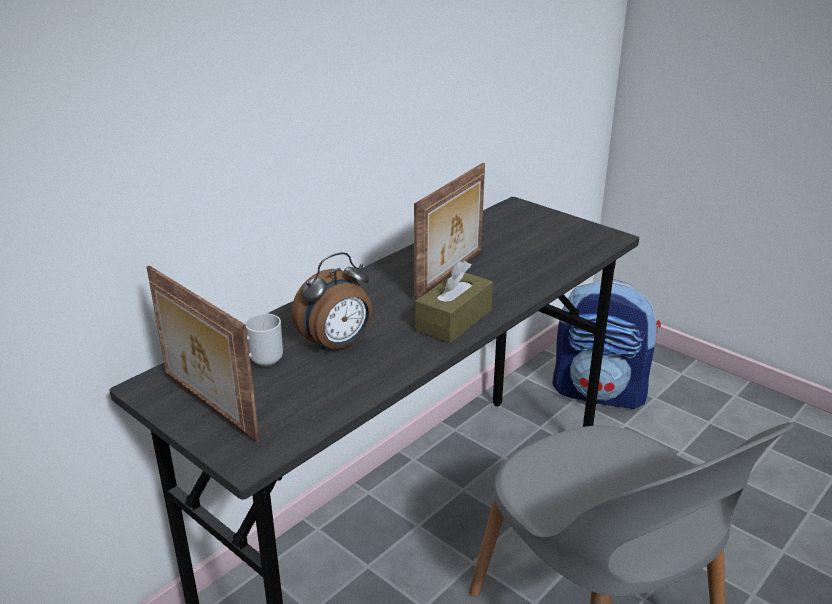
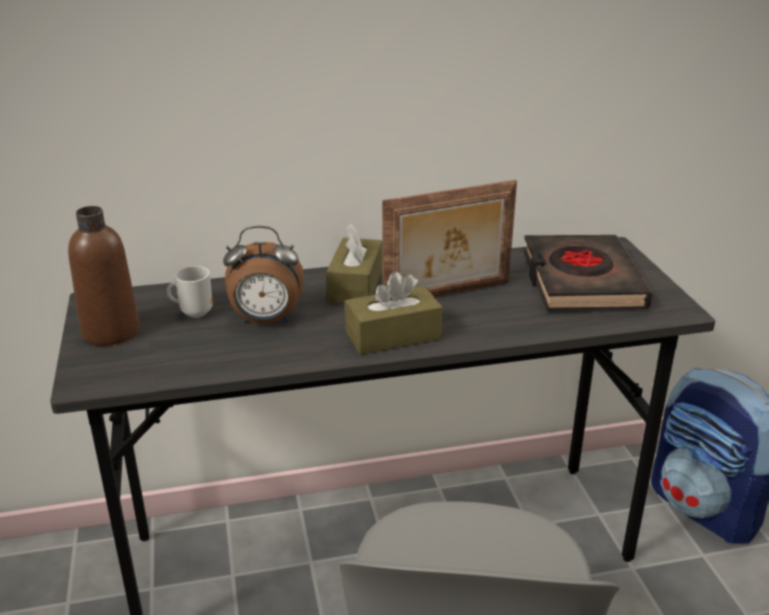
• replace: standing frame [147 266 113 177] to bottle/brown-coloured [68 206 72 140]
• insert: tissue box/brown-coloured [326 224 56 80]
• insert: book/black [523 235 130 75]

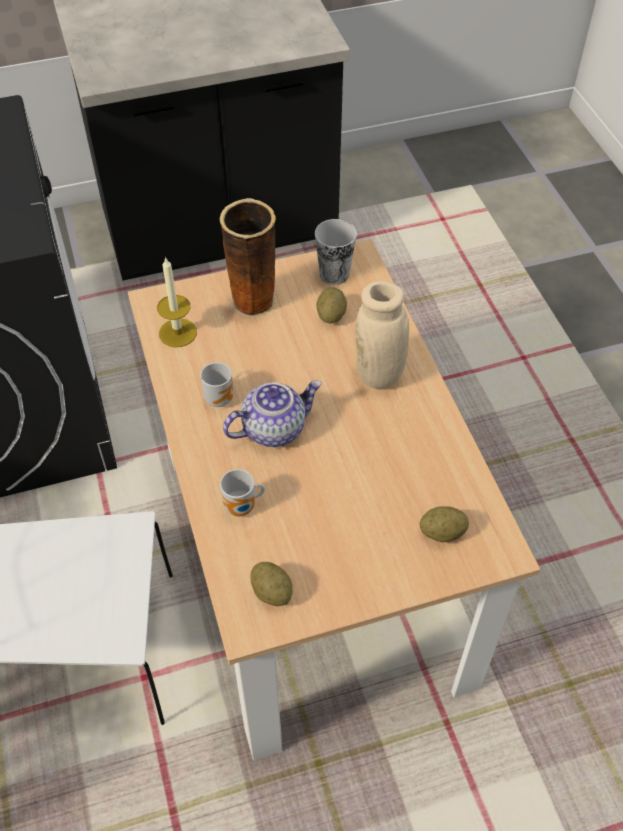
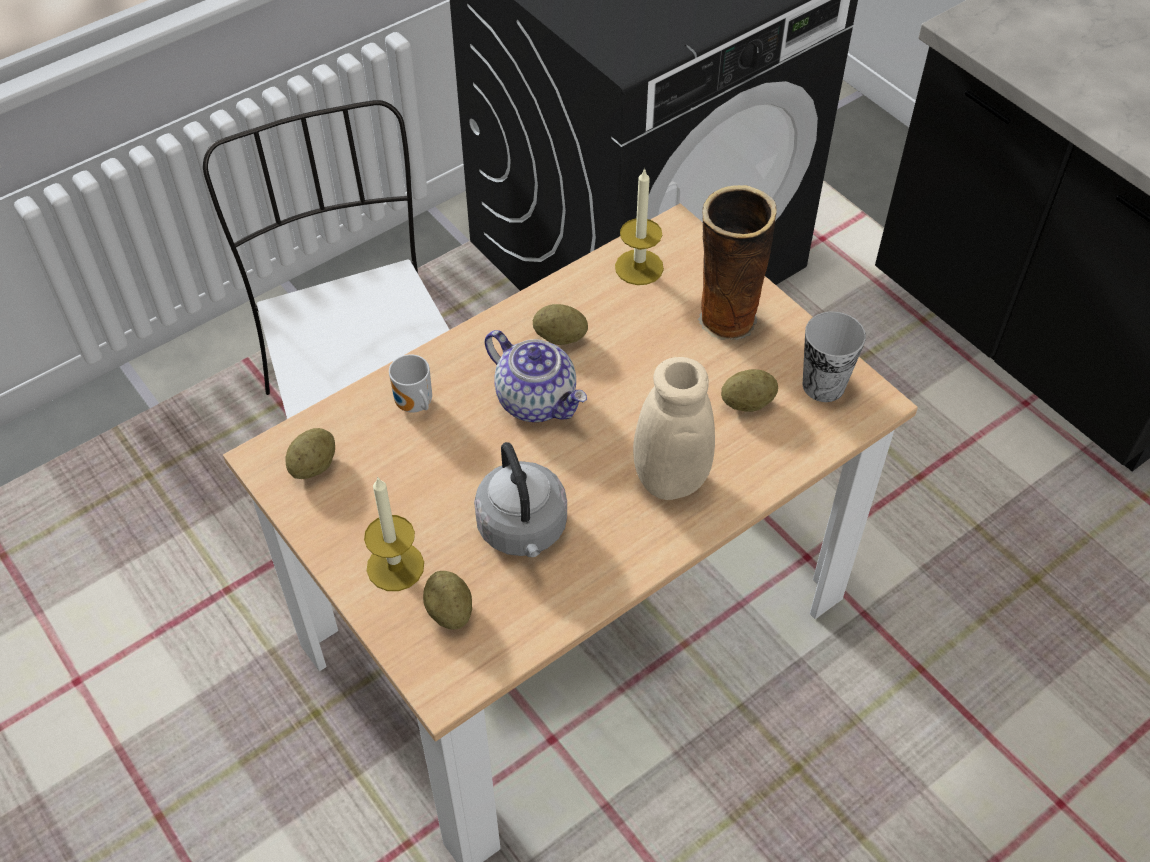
• replace: tea mug [200 362 33 45] to whole potato [533 304 55 41]
• insert: wax light [364 476 60 115]
• insert: water kettle/greyish [474 442 93 115]

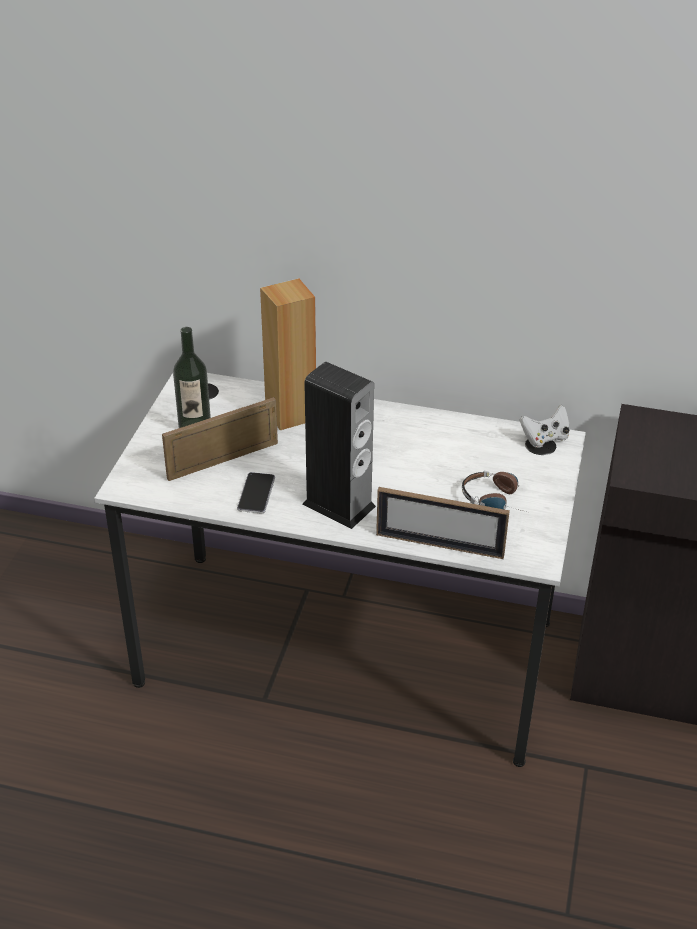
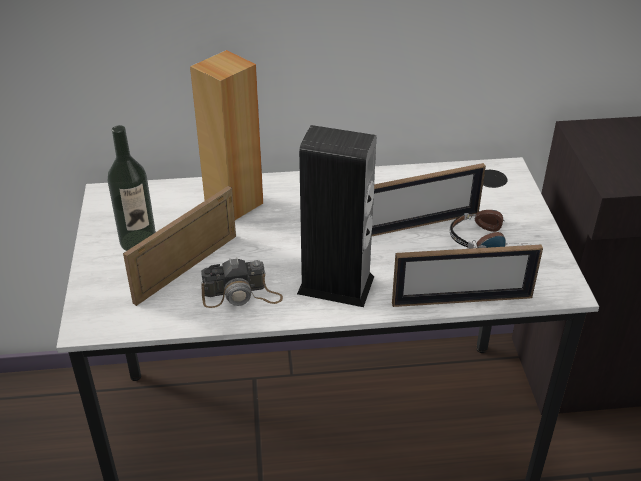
• replace: phone [237 472 38 42] to photo camera [201 257 82 51]
• delete: game controller/whitish [519 405 50 43]
• insert: standing frame [372 163 114 73]

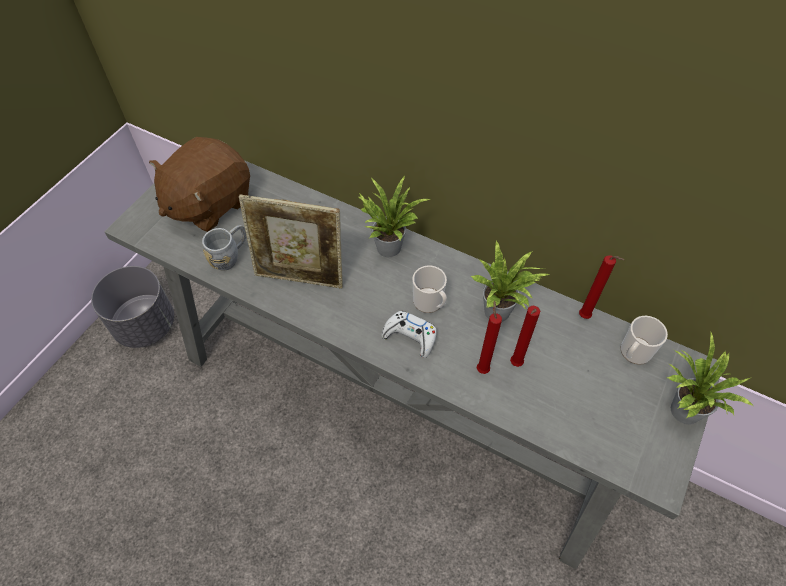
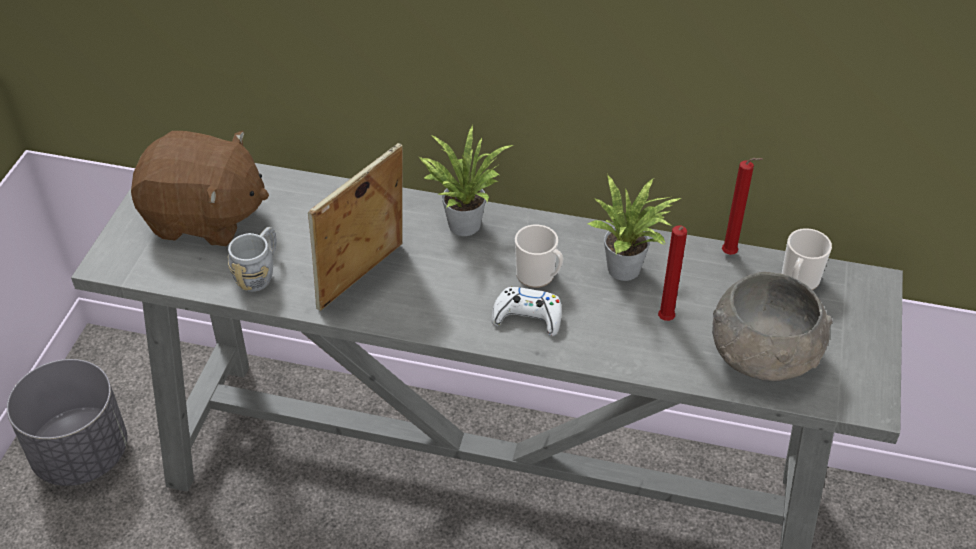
• rotate: soft toy/brown-coloured [149 137 101 95] = [131 130 138 116] 105 degrees counterclockwise
• rotate: standing frame [239 194 104 94] = [308 143 95 168] 135 degrees clockwise
• delete: wax light/red [477 300 25 74]
• delete: plant in a pot [667 333 86 91]
• insert: serving bowl/greyish [712 272 121 110]

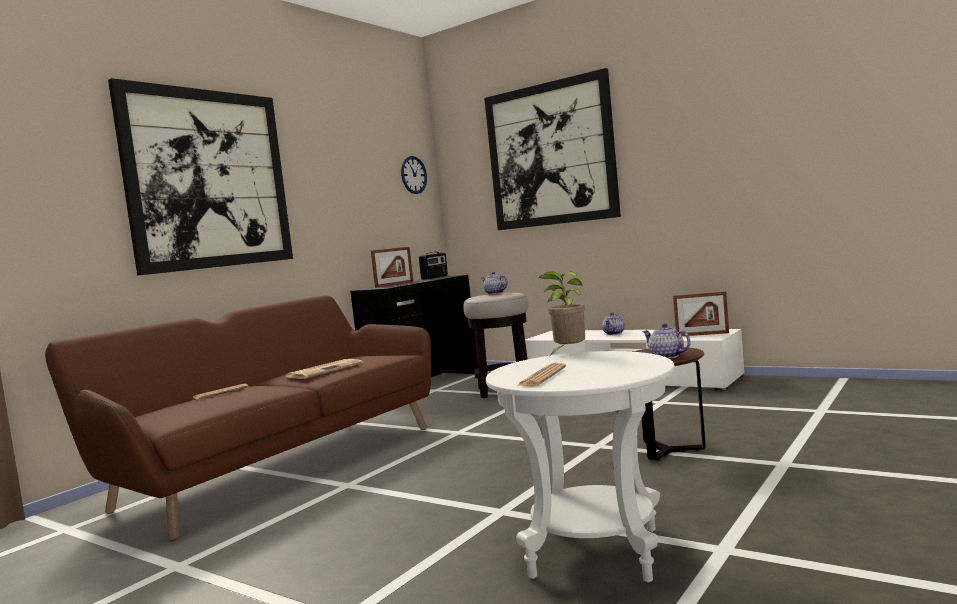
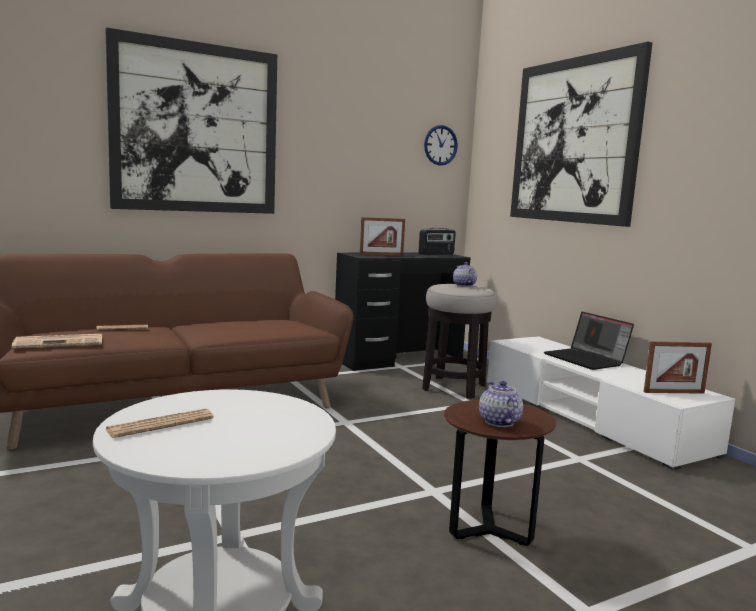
• move: printed paper [286 359 77 20] to [12 334 90 15]
• delete: plant in a pot [538 271 47 85]
• replace: pot for tea [602 312 23 23] to notebook computer [544 312 90 58]
• rotate: standing frame [673 291 56 45] = [644 341 68 53] 45 degrees counterclockwise

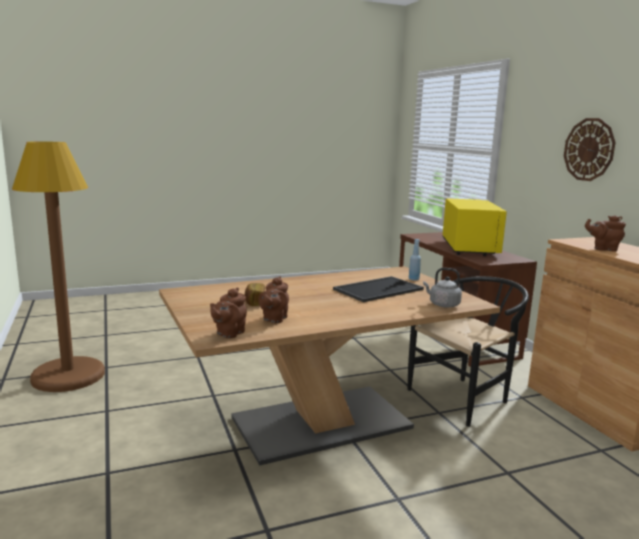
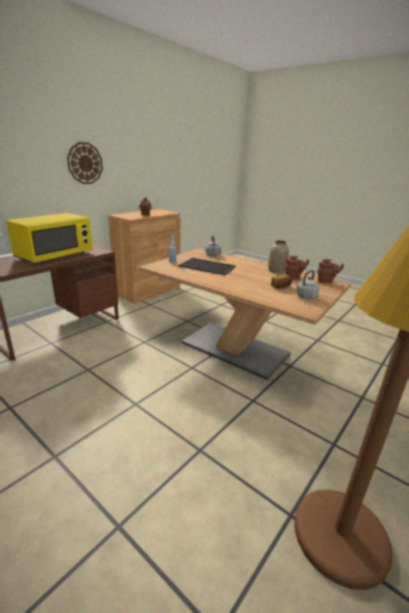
• delete: chair/black [407 276 122 151]
• rotate: kitchen microwave/yellowish [442 198 65 58] = [6 213 87 50] 150 degrees clockwise
• insert: flower vase [268 240 21 34]
• insert: water kettle/greyish [296 270 23 29]

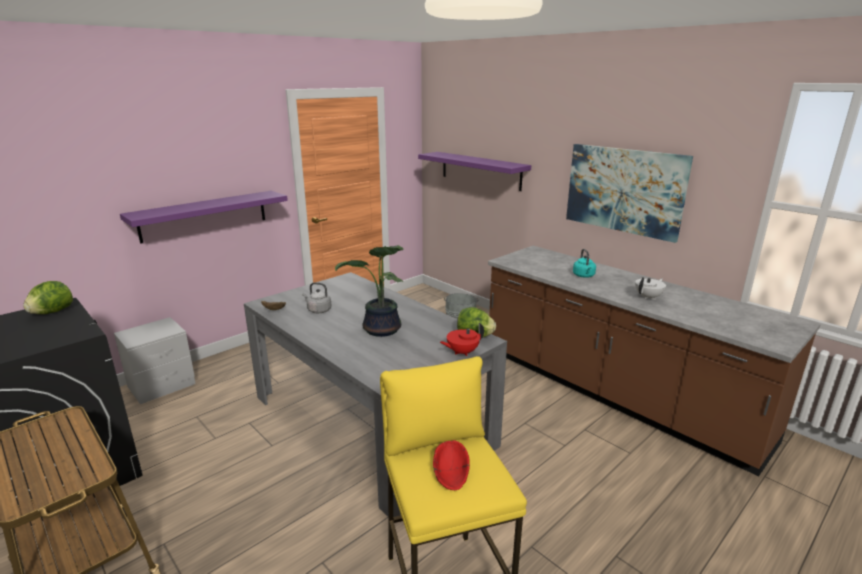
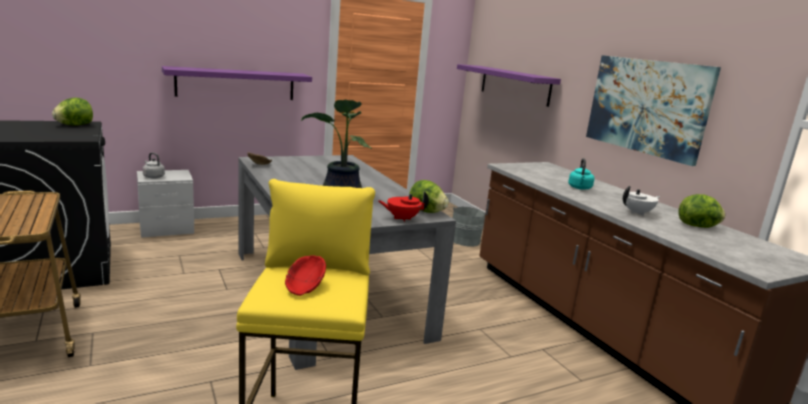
• move: water kettle/greyish [302 282 29 31] to [143 152 22 27]
• insert: lettuce [678 194 47 34]

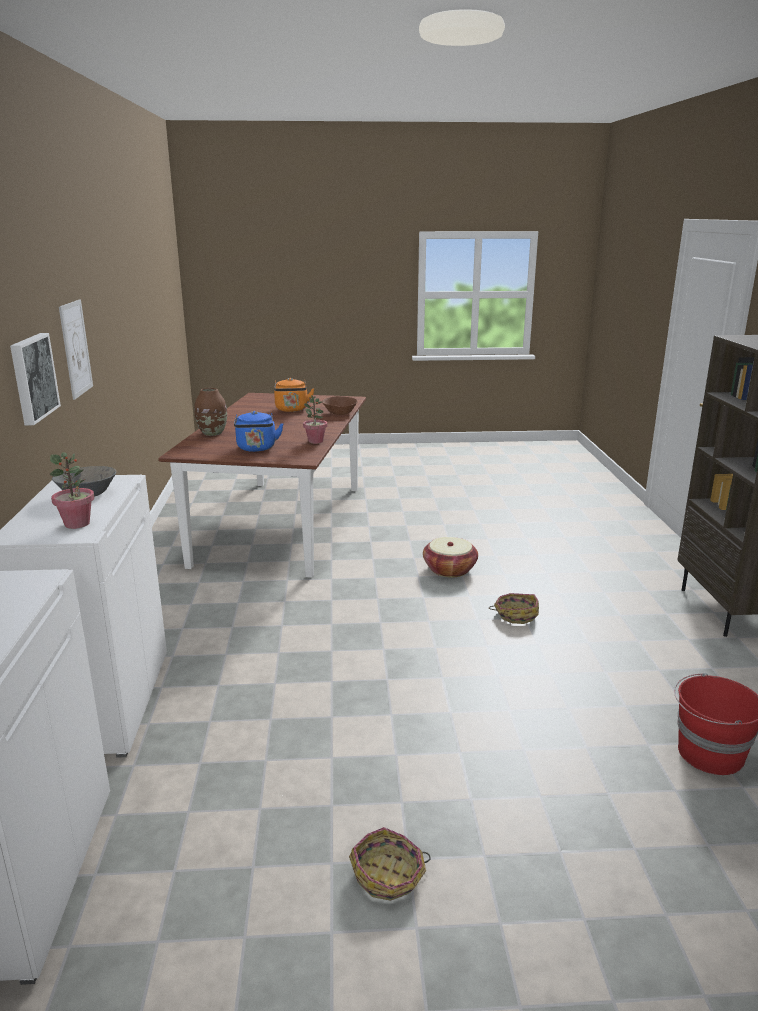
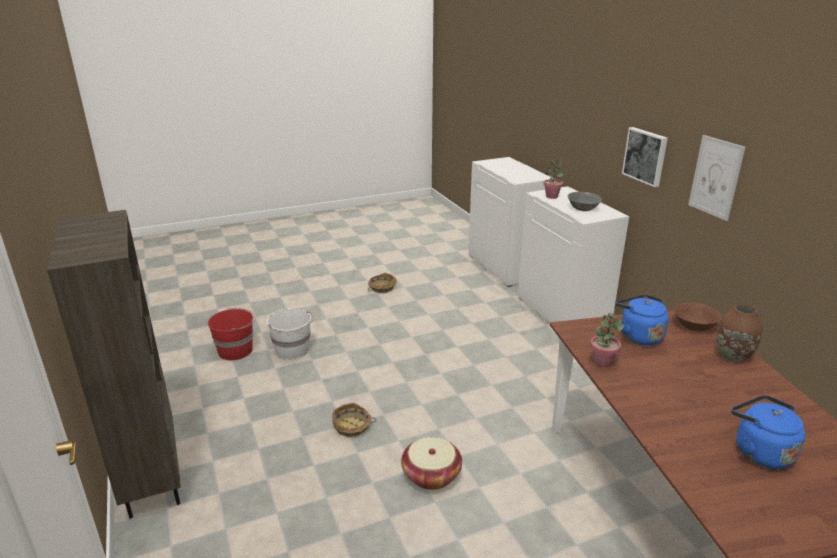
• recolor: water kettle/orange-coloured [274 378 40 34] to water kettle/blue [731 395 74 74]
• move: serving bowl/brown-coloured [322 396 36 19] to [674 303 48 28]
• insert: pail/whitish [267 308 46 52]

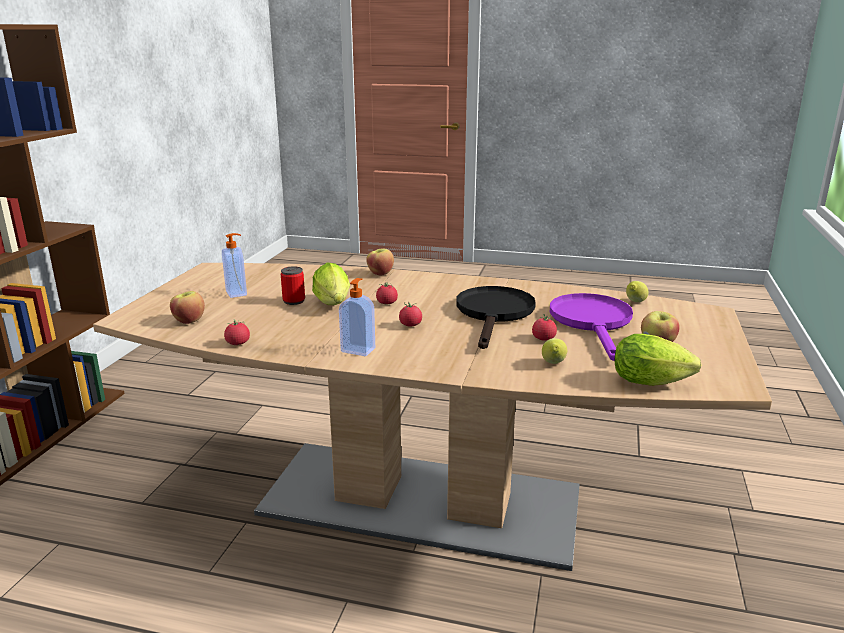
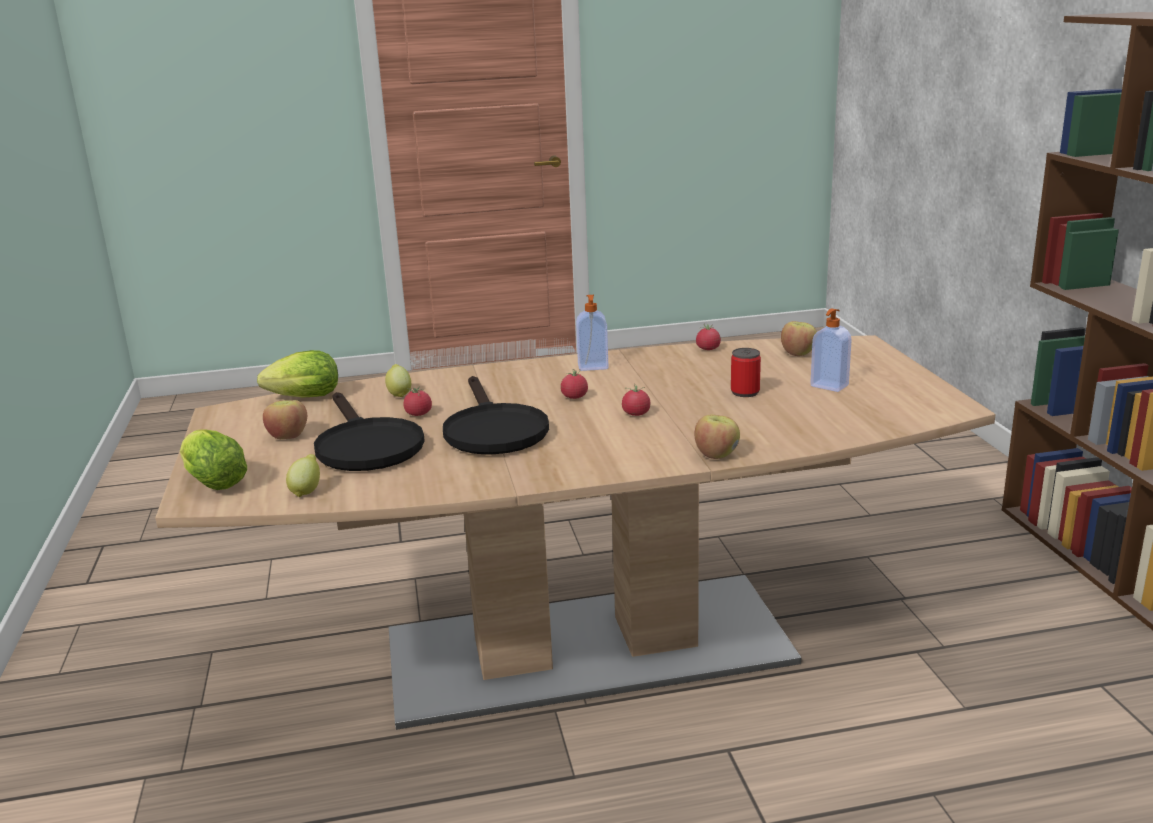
• move: lettuce [312 262 38 43] to [180 429 67 61]
• recolor: frying pan/purple [550 293 83 68] to frying pan/black [314 392 111 79]

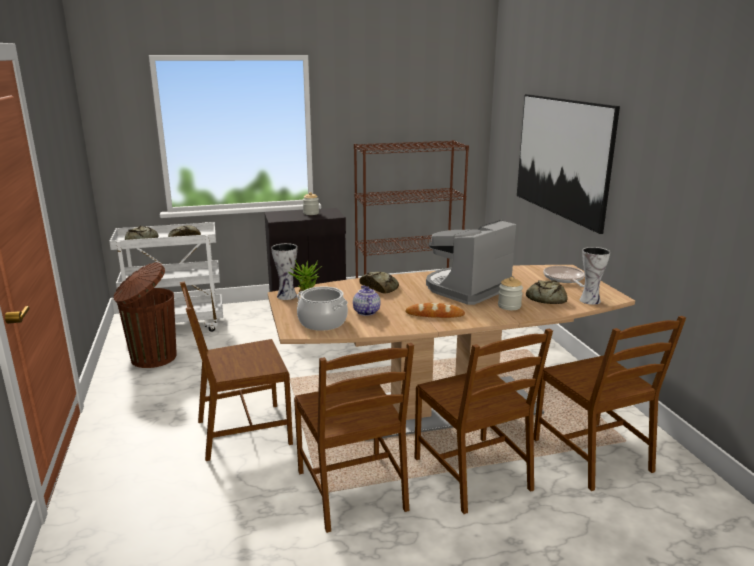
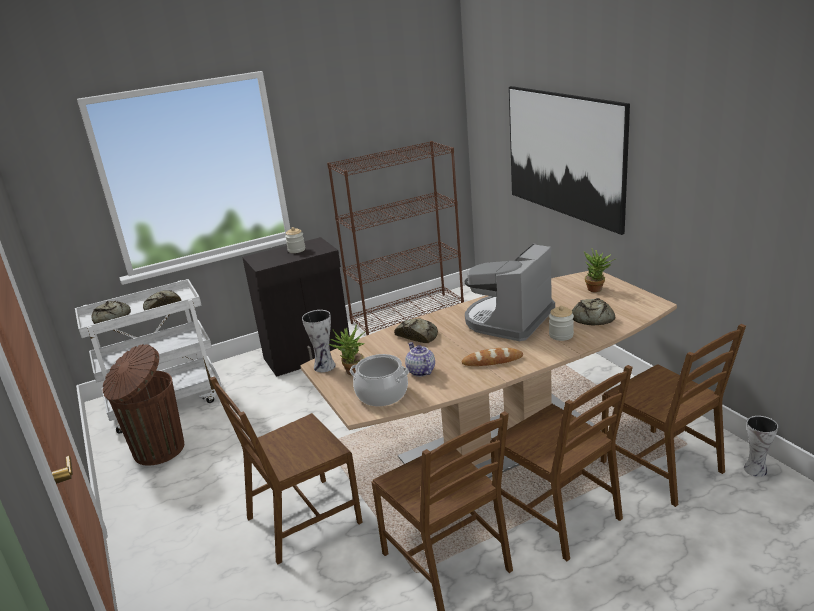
• replace: frying pan [543 266 42 21] to plant in a pot [584 248 33 44]
• move: flower vase [580 247 30 58] to [744 416 34 61]

